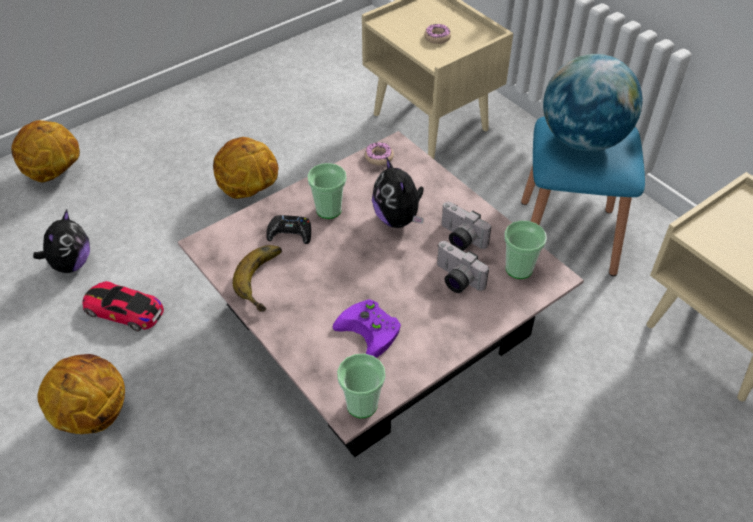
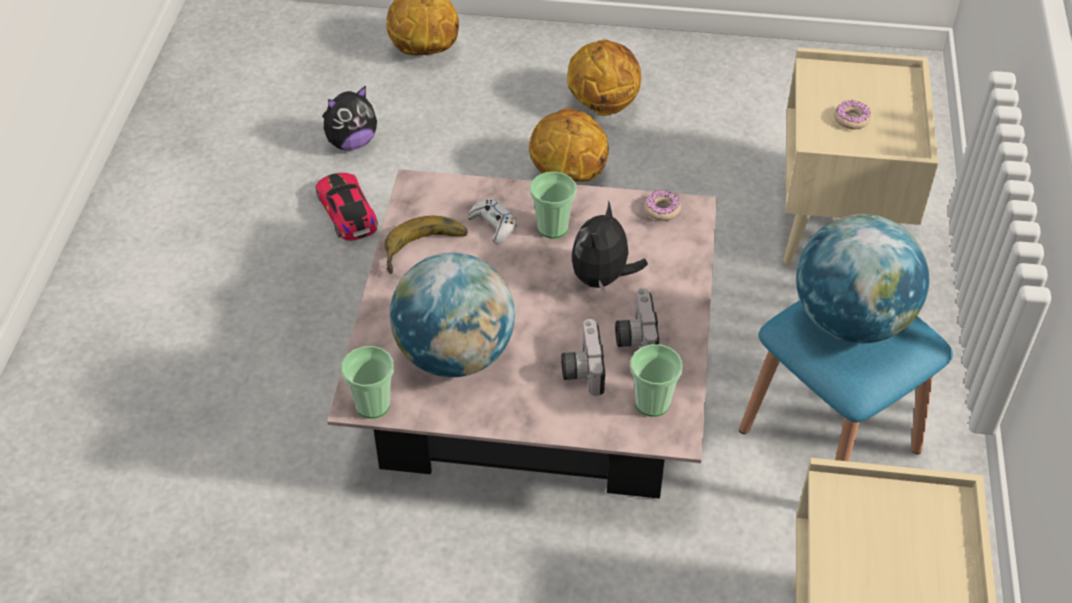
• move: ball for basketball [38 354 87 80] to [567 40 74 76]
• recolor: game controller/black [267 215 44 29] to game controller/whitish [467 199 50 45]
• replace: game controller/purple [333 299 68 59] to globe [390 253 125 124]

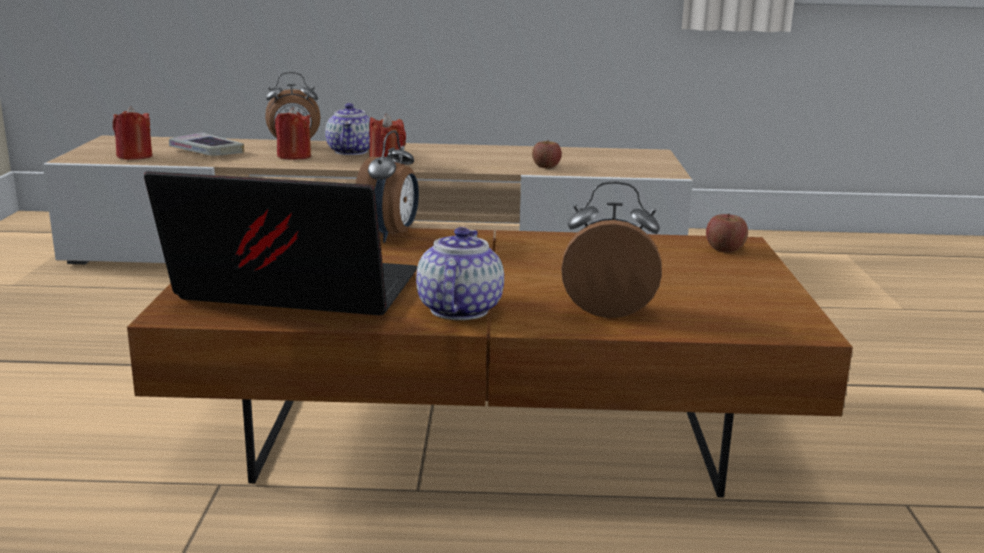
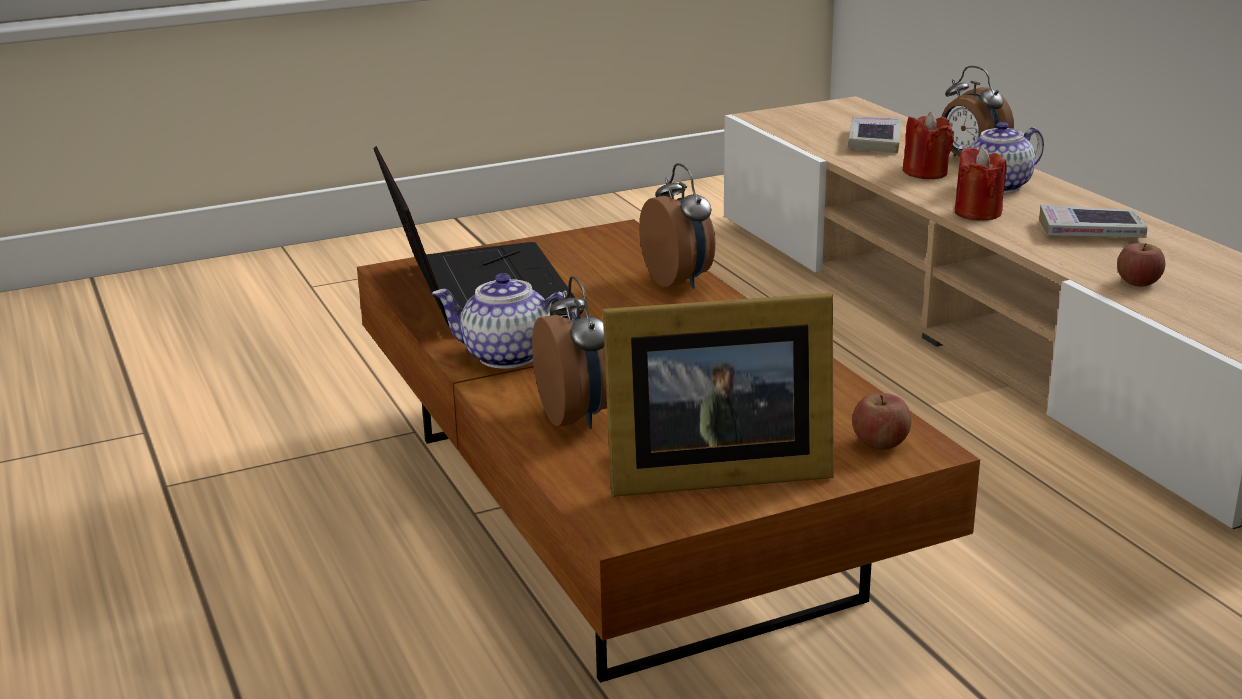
• delete: wax light/red [113 106 40 54]
• rotate: alarm clock [355 131 64 112] = [639 163 77 126] 105 degrees counterclockwise
• rotate: pot for tea [416 227 88 93] = [432 273 145 96] 150 degrees counterclockwise
• insert: standing frame [603 293 231 204]
• insert: book [1039 204 109 34]

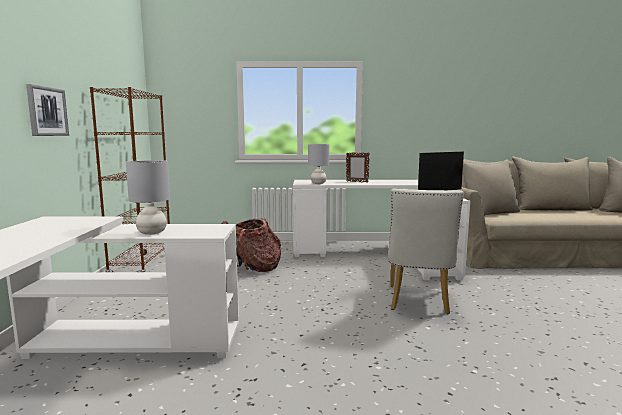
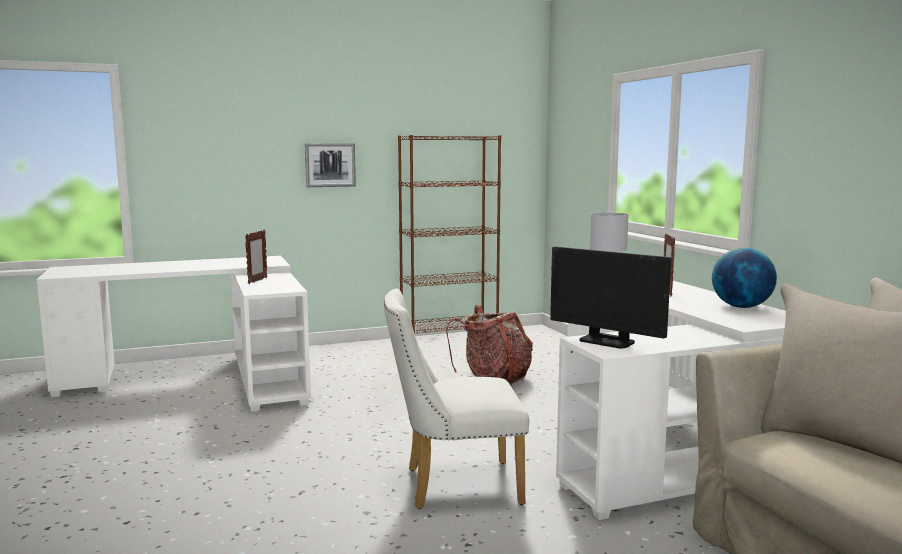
• replace: tabletop lamp/greyish [126 160 44 75] to standing frame [245 230 23 54]
• insert: globe [712 248 65 60]

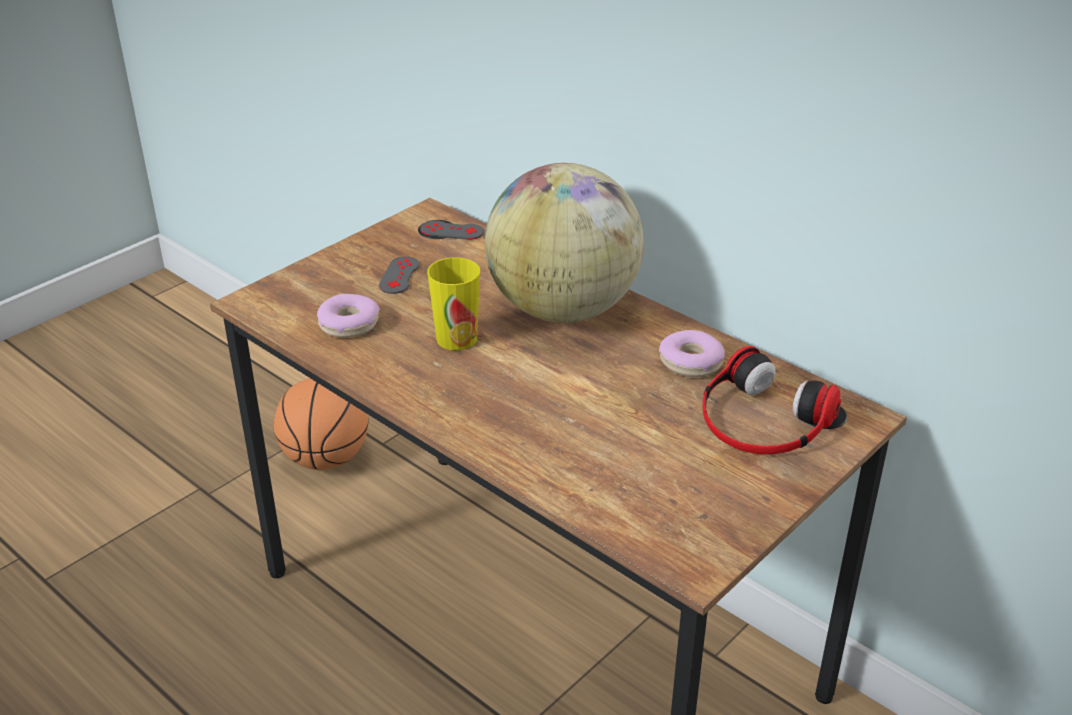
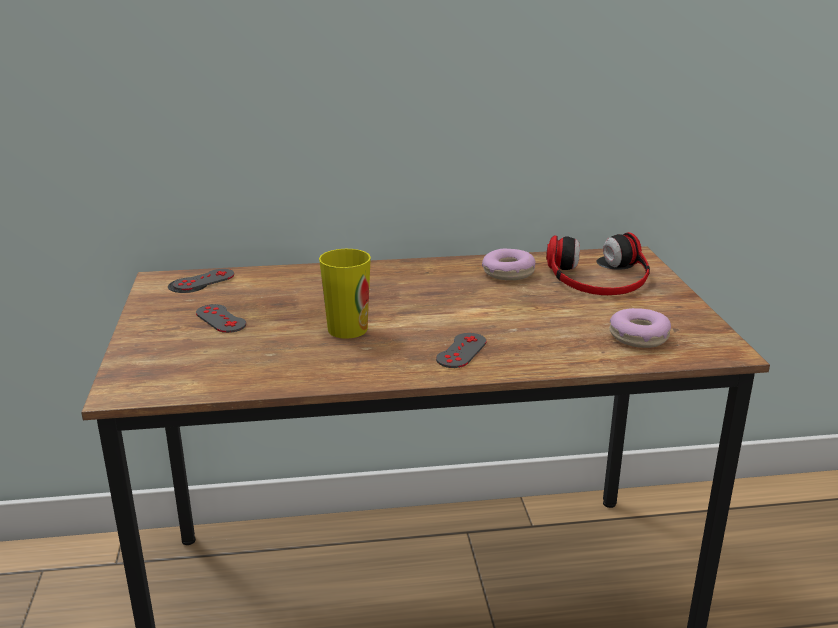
• delete: ball for basketball [273 378 96 92]
• move: donut [317 294 63 44] to [609 308 62 40]
• delete: globe [485 163 159 160]
• insert: game controller/greyish [436 333 51 35]

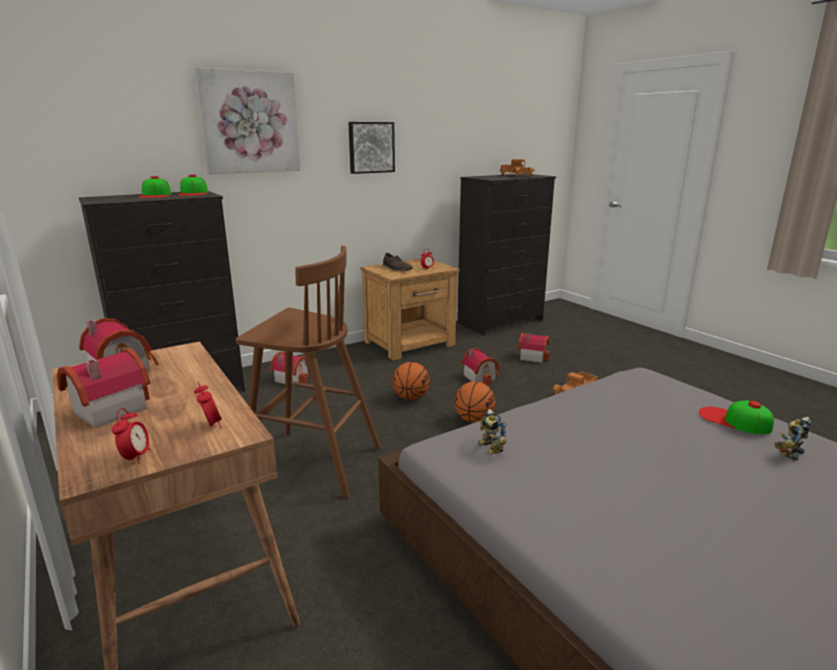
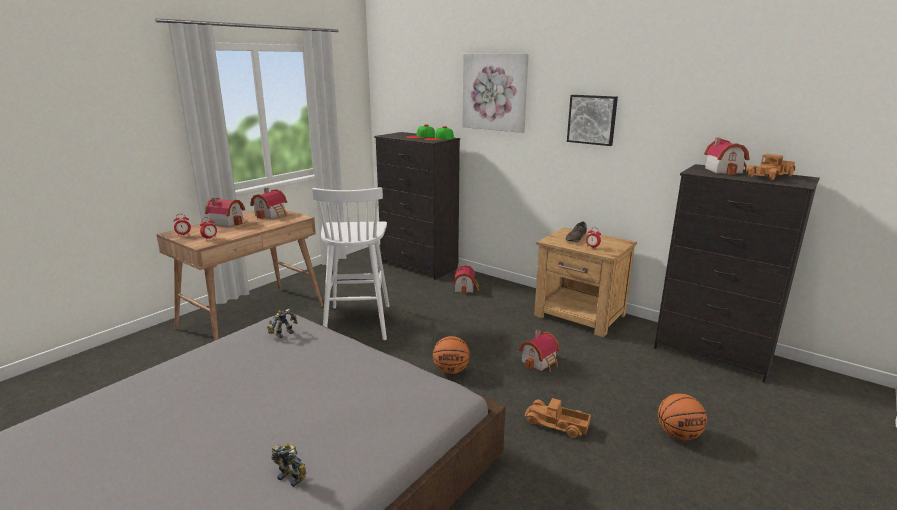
• recolor: stool/brown-coloured [236 246 145 253] to stool/whitish [312 187 78 153]
• move: ball for basketball [392 362 38 38] to [658 393 49 47]
• move: miniature house [518 332 32 31] to [704 138 46 37]
• delete: baseball cap [699 400 75 34]

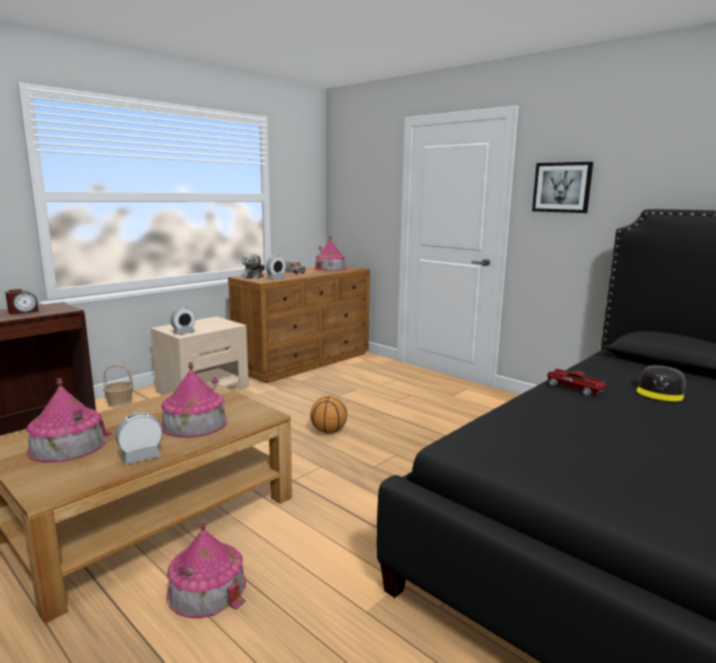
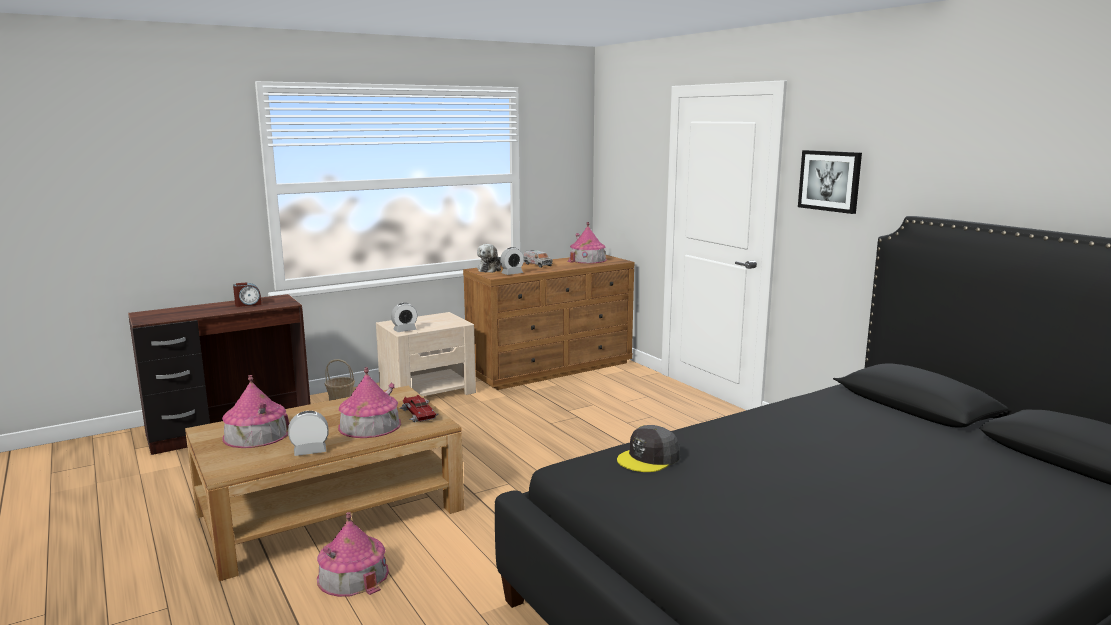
• delete: ball for basketball [310 396 37 38]
• move: model car [547 369 60 27] to [398 395 41 27]
• move: baseball cap/greyish [636 365 50 37] to [617 425 63 47]

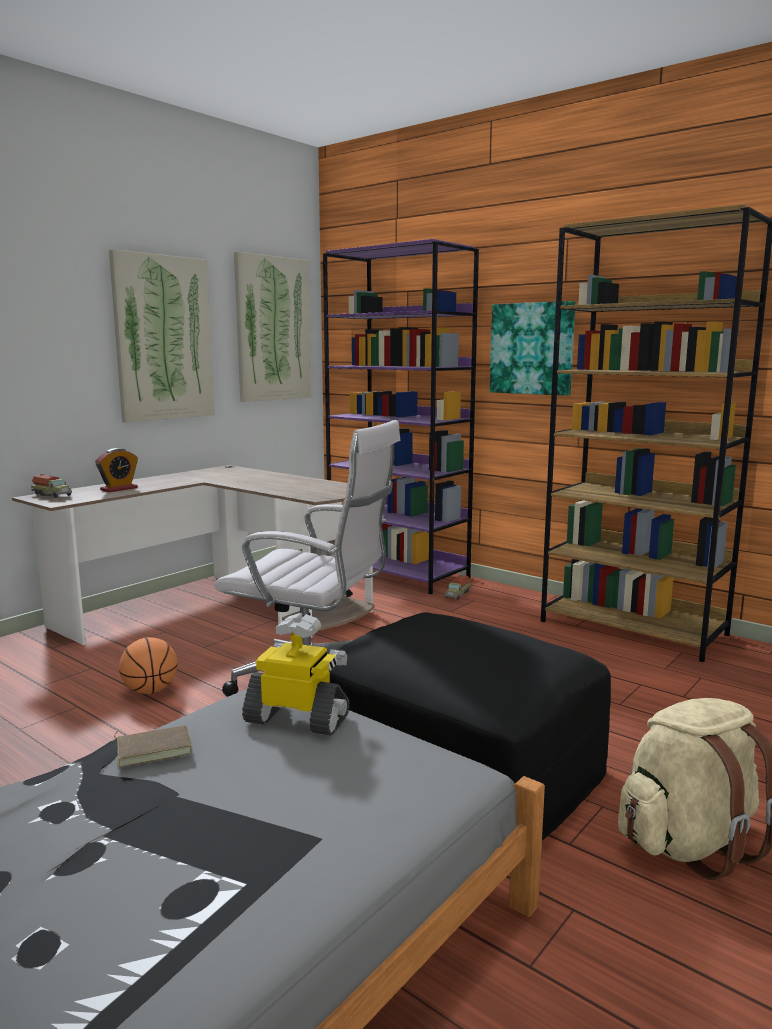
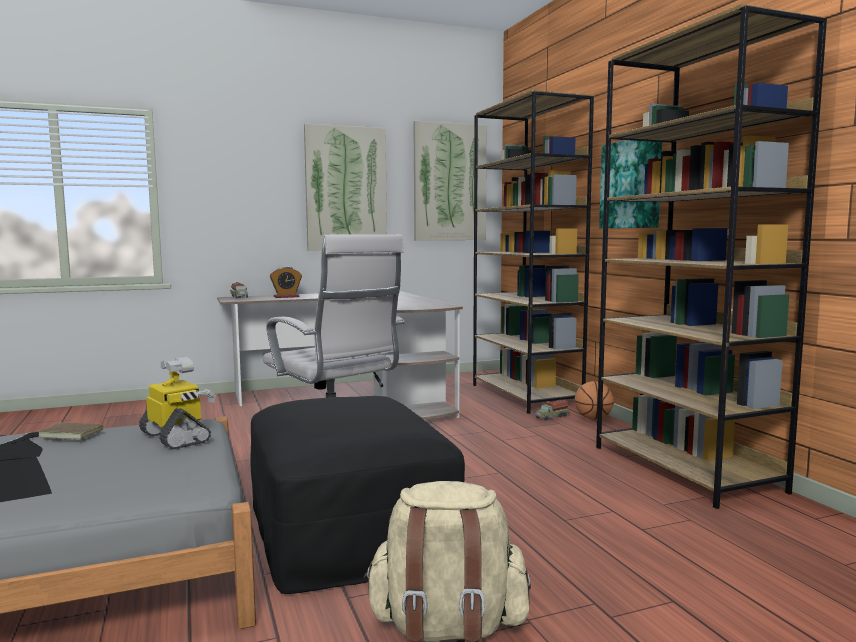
• move: ball for basketball [119 637 59 57] to [574 381 40 39]
• recolor: bookcase/purple [323 239 156 355] to bookcase/brown-coloured [473 90 121 324]

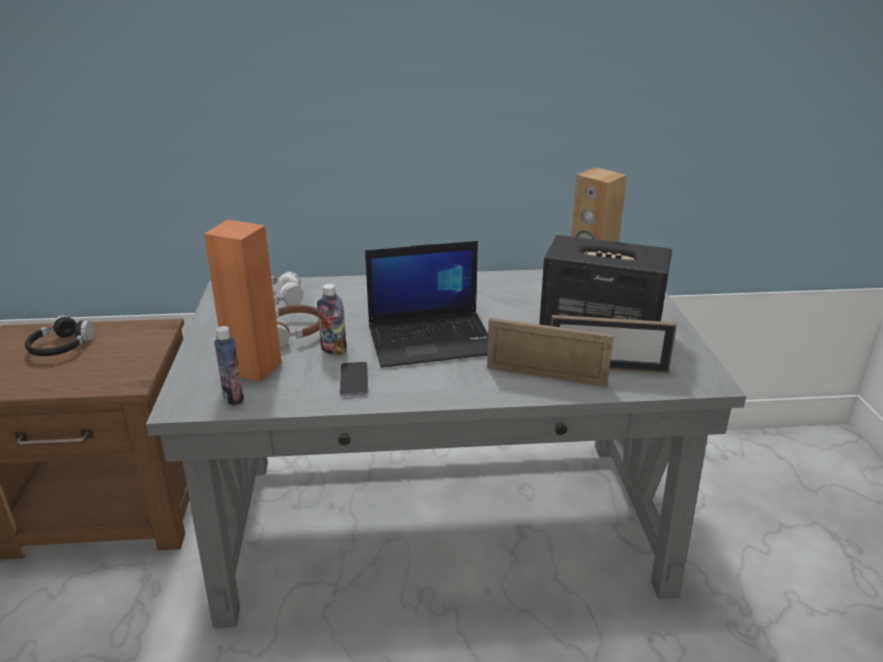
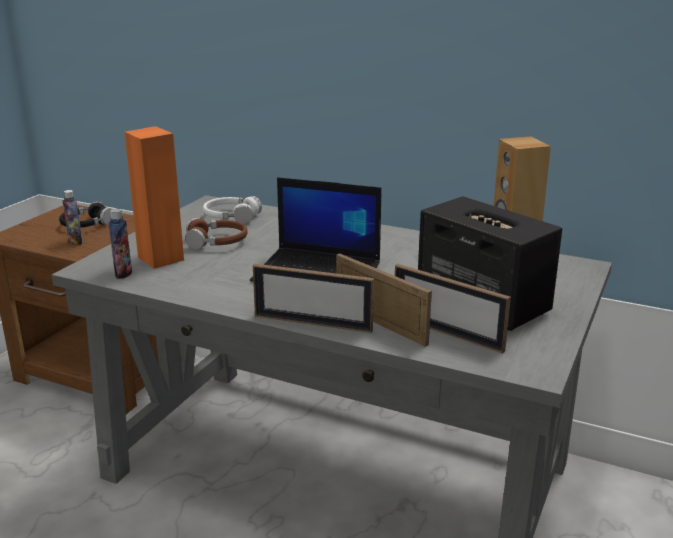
• move: bottle [317 284 30 71] to [63 190 20 56]
• delete: phone [340 362 28 34]
• insert: standing frame [253 264 121 69]

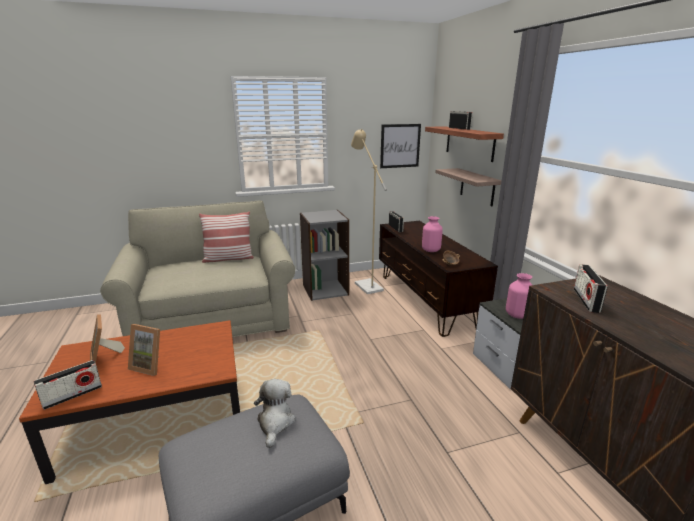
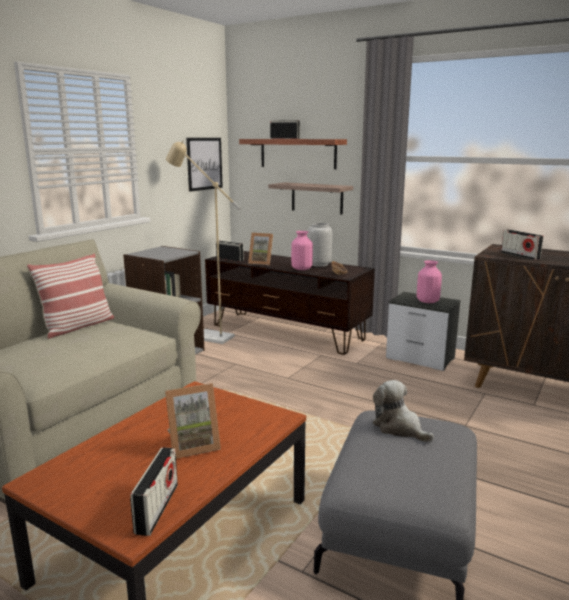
• move: standing frame [90 314 35 49] to [248 233 25 32]
• insert: flower vase/greyish [307 223 25 44]

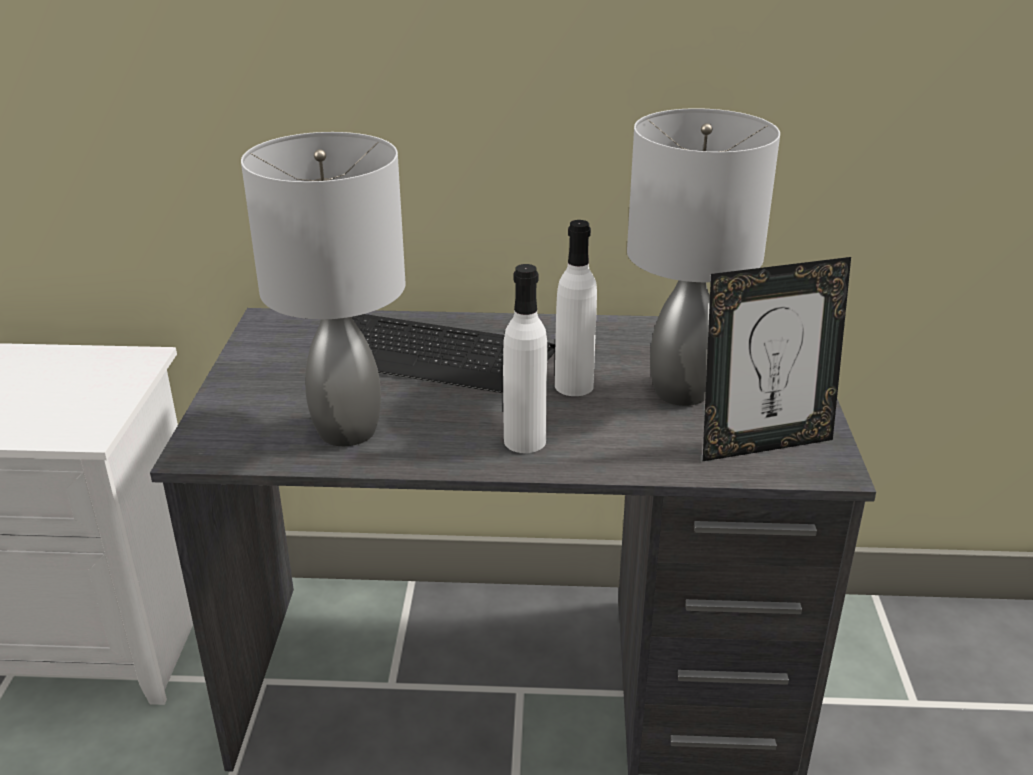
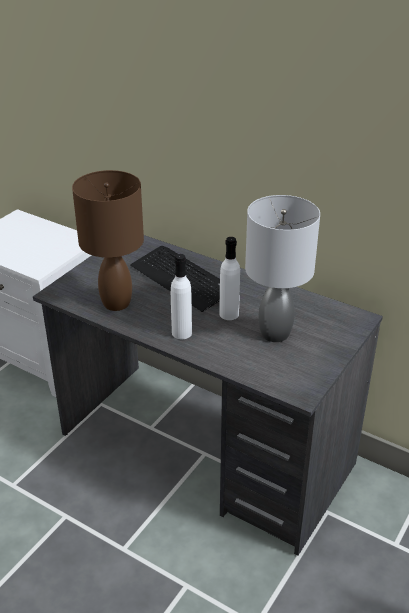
• recolor: tabletop lamp/greyish [241 132 165 314] to tabletop lamp/brown-coloured [72 170 72 141]
• delete: standing frame [703 257 148 204]

